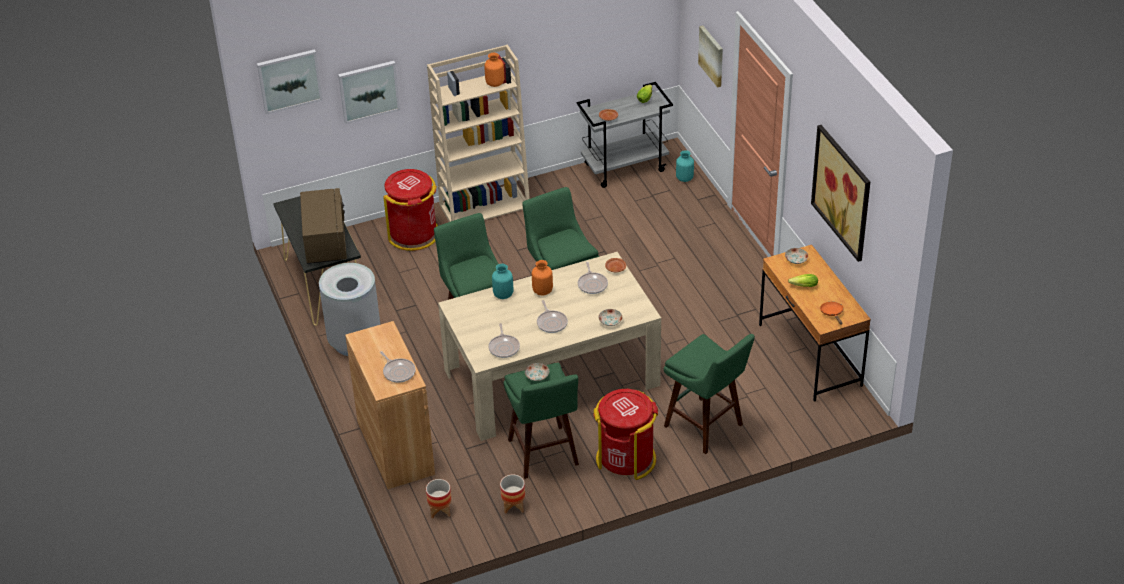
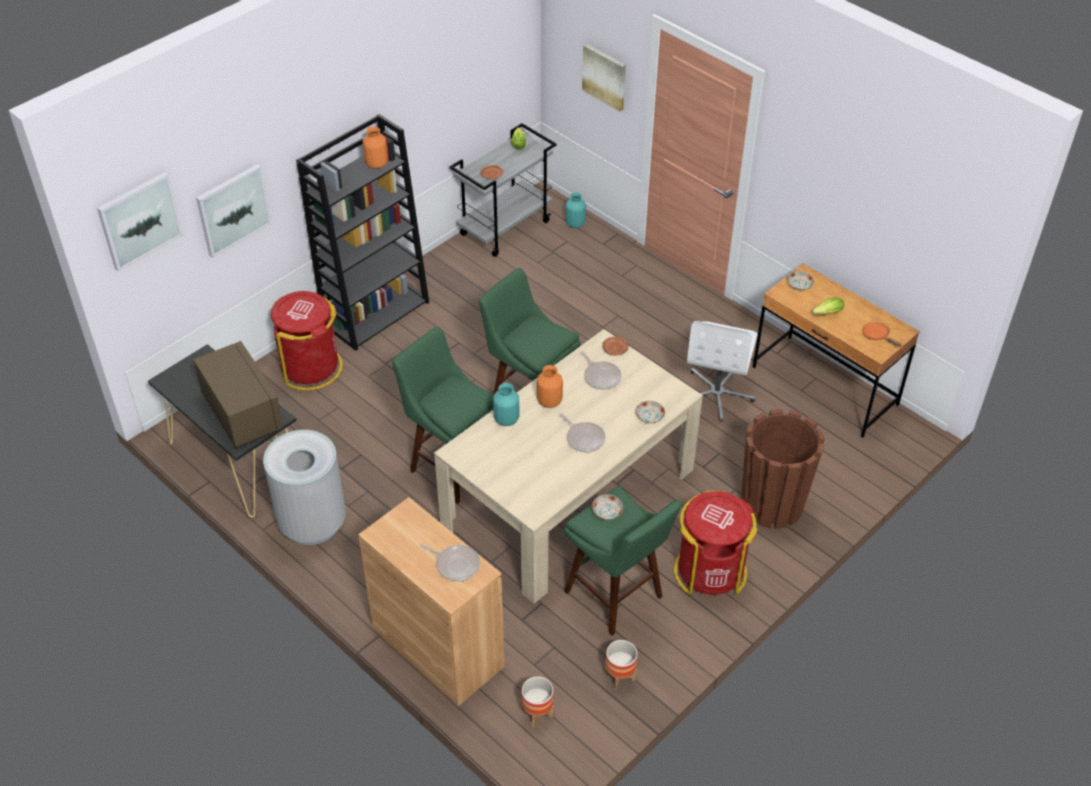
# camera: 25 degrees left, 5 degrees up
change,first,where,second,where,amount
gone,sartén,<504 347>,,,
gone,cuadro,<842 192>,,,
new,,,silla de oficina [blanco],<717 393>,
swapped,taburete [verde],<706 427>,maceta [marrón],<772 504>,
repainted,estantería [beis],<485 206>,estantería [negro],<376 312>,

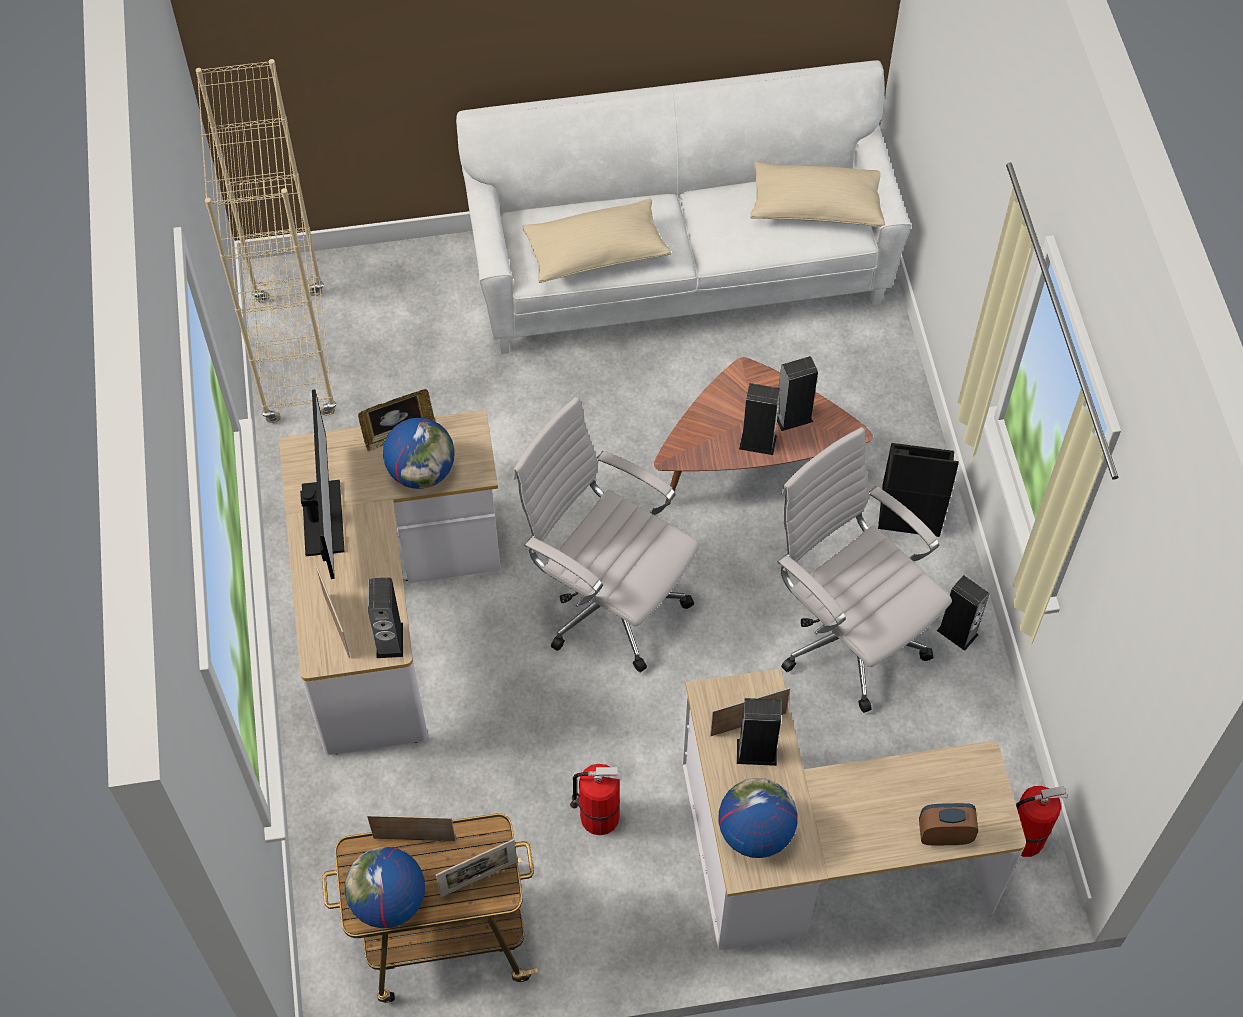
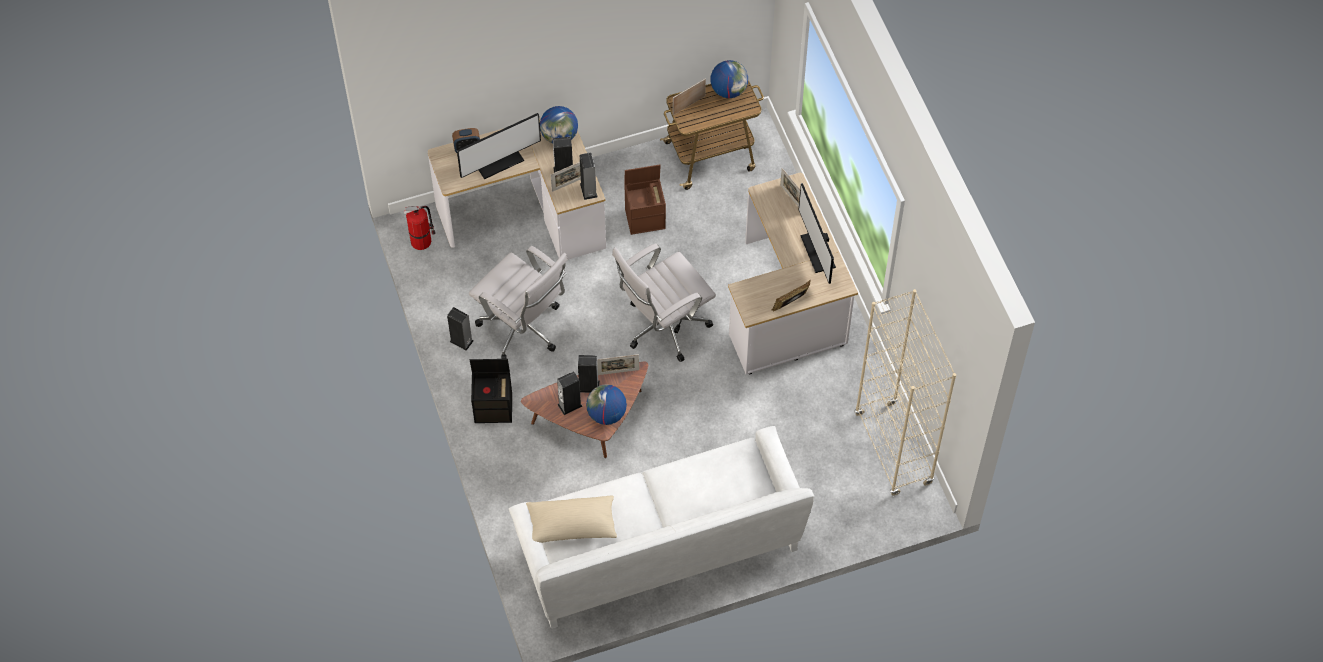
# camera: 170 degrees right, 0 degrees up
change,first,where,second,where,amount
gone,cojín [beis],<596 252>,,,
new,,,monitor,<499 162>,
shifted,portarretratos,<414 839>,,<618 372>,
shifted,altavoz,<389 640>,,<588 190>,
shifted,globo terráqueo,<422 471>,,<606 414>,
swapped,extintor,<597 817>,caja de almacenaje [marrón],<646 218>,
rotated,silla de oficina [blanco],<608 602>,,<663 328>,120 degrees clockwise

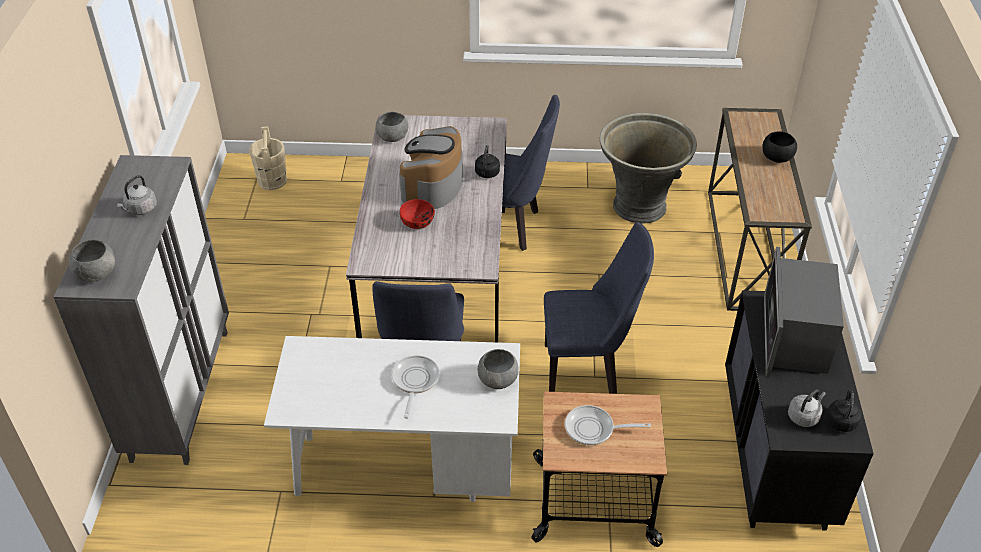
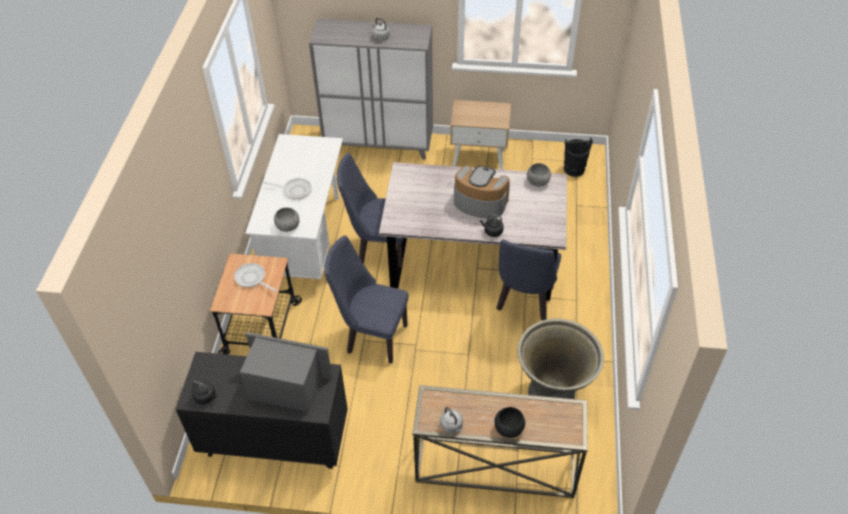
# camera: 95 degrees right, 5 degrees up
change,first,where,second,where,amount
gone,cuenco [gris],<96 273>,,,
gone,cuenco [rojo],<417 222>,,,
new,,,mesita de noche [beis],<479 159>,
shifted,hervidor [gris],<804 416>,,<452 426>,
repainted,cubo [beis],<272 180>,cubo [negro],<574 169>,
rotated,silla [azul],<588 368>,,<371 337>,105 degrees clockwise
rotated,sartén,<594 429>,,<252 279>,60 degrees counterclockwise

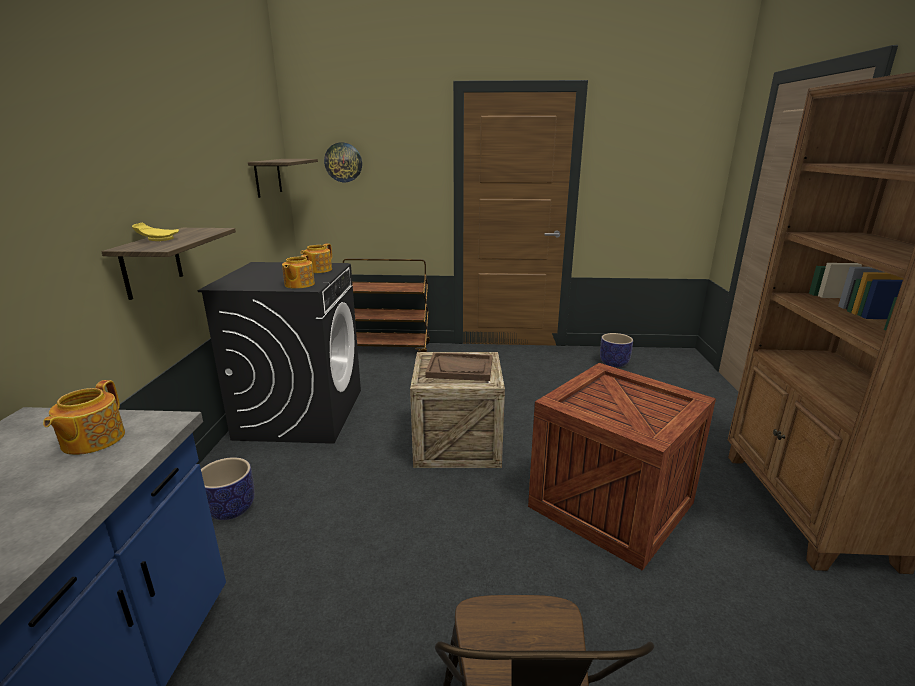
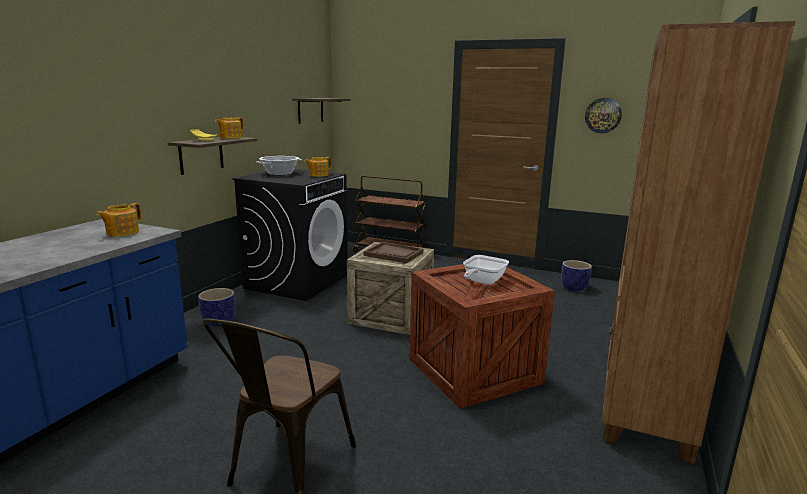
# camera: 20 degrees right, 5 degrees down
change,first,where,second,where,amount
new,,,olla,<280 173>,
new,,,sartén,<482 282>,
shifted,tetera,<299 284>,,<230 137>,
shifted,reloj de pared,<343 162>,,<603 115>,

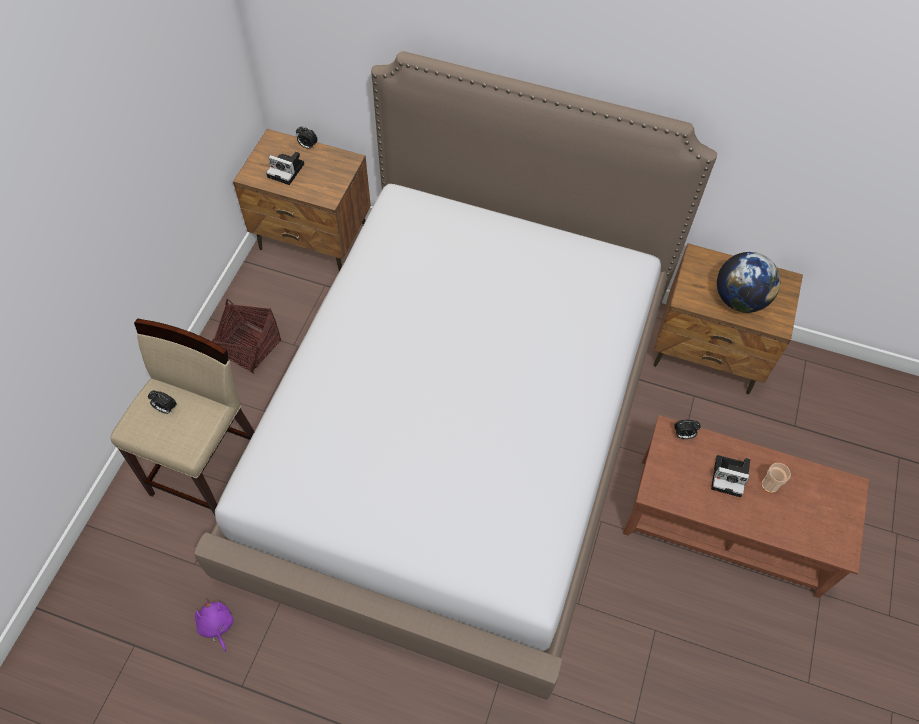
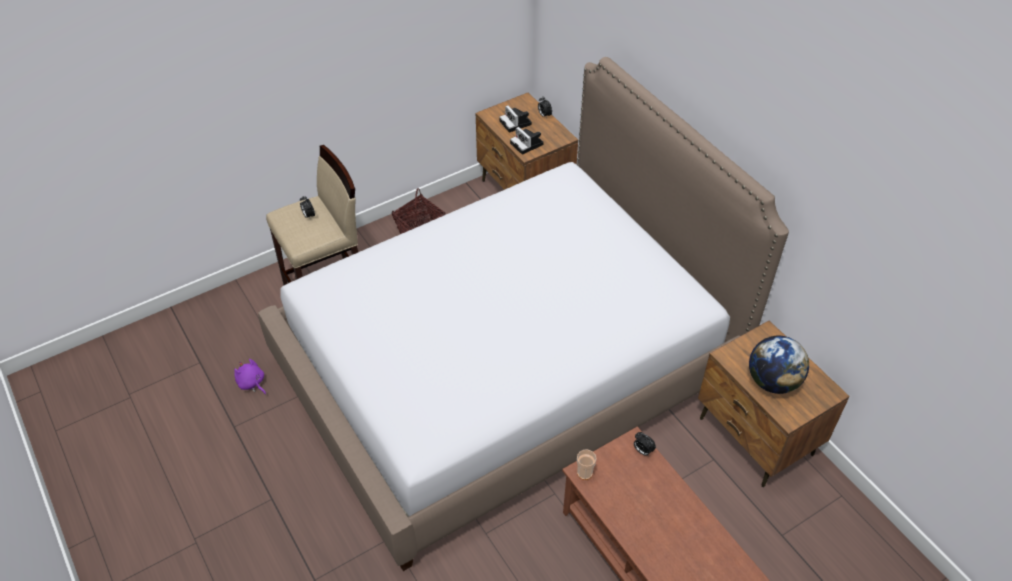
# camera: 40 degrees right, 10 degrees down
change,first,where,second,where,amount
shifted,cámara,<730 476>,,<527 144>,
shifted,taza,<769 485>,,<584 473>,
rotated,peluche [morado],<217 626>,,<252 383>,60 degrees counterclockwise

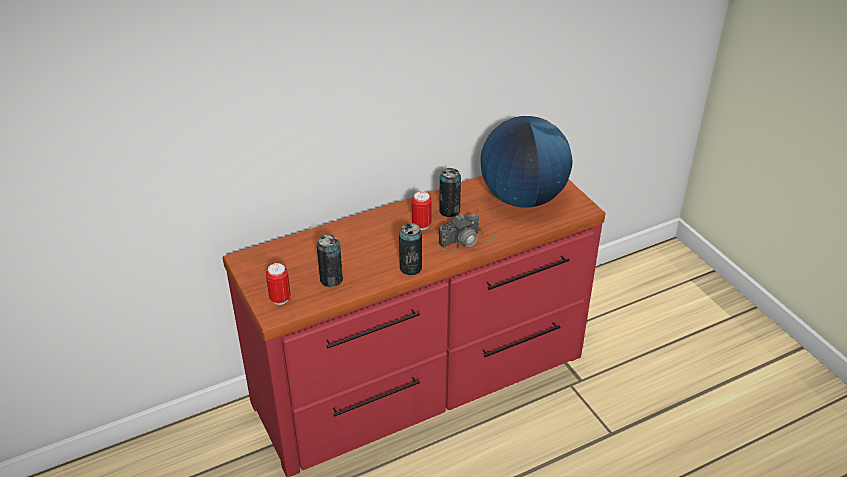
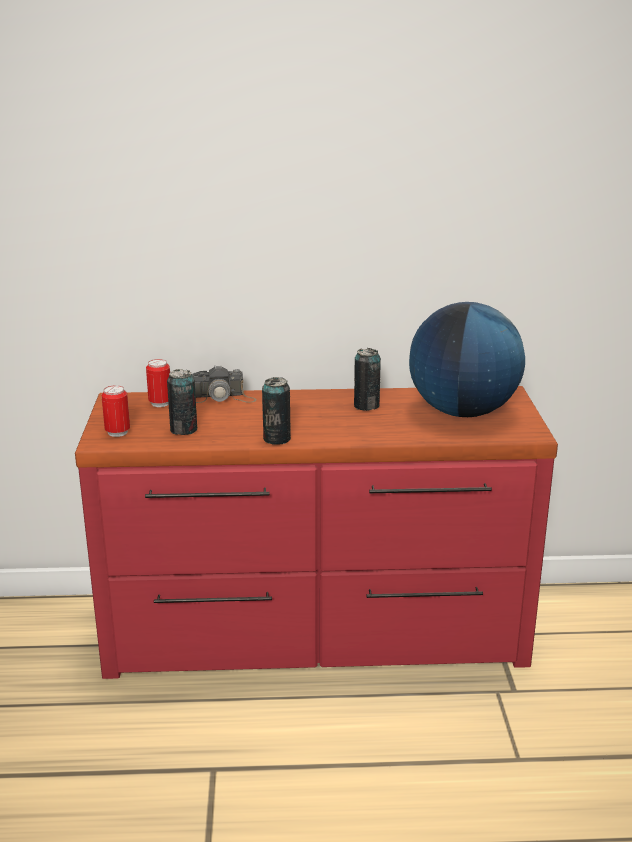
# camera: 25 degrees right, 15 degrees down
change,first,where,second,where,amount
shifted,lata,<421 225>,,<160 403>,
shifted,cámara,<466 240>,,<223 398>,

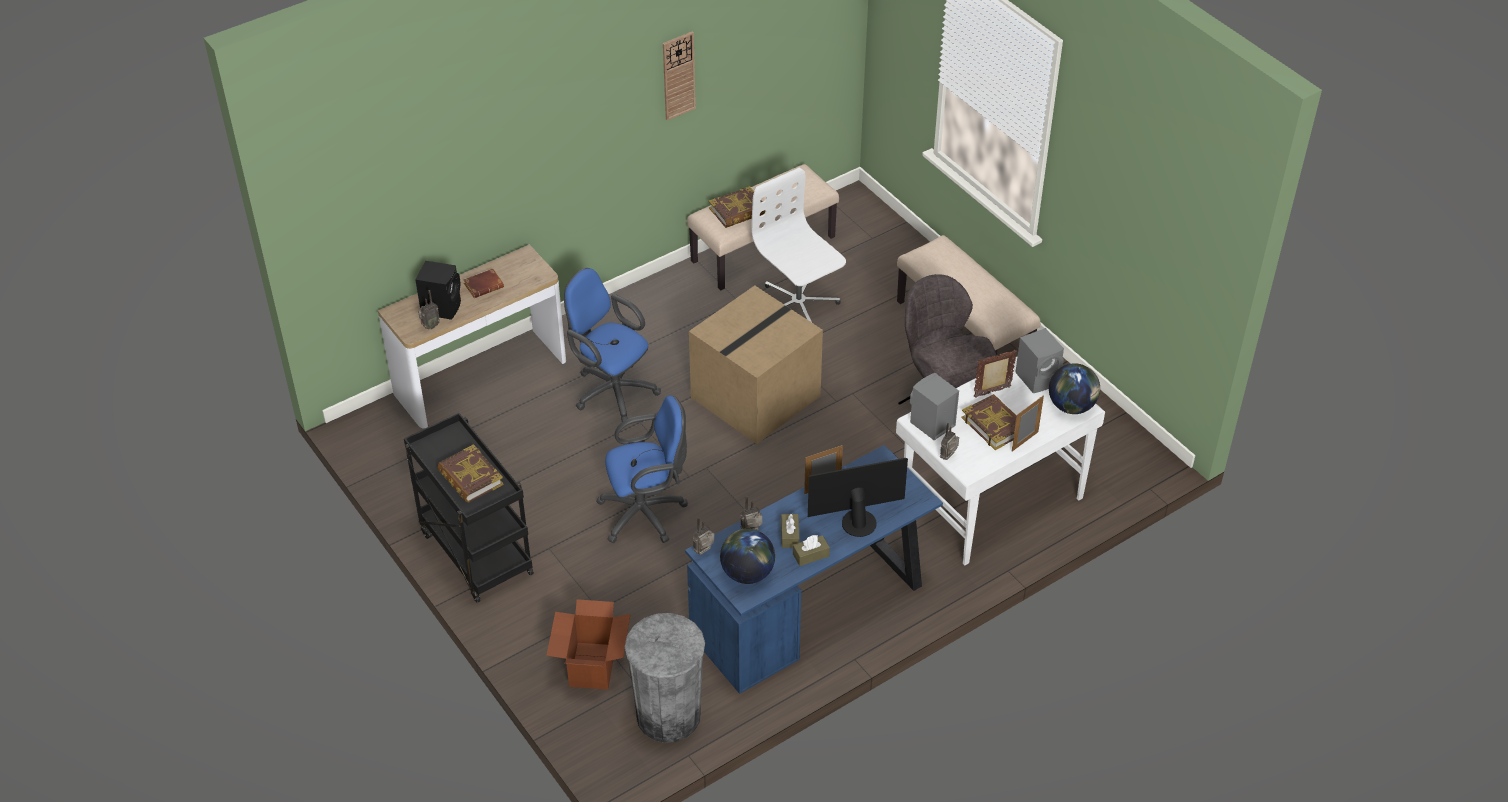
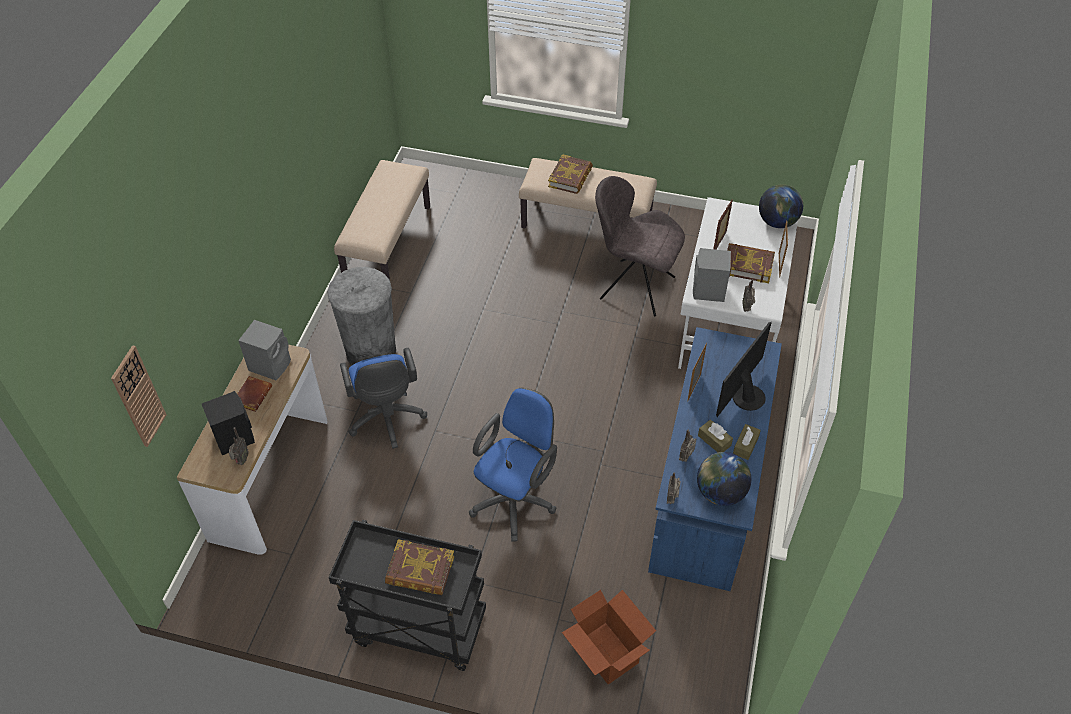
# camera: 40 degrees left, 5 degrees up
change,first,where,second,where,amount
gone,caja de cartón,<755 395>,,,
gone,silla de oficina [blanco],<798 303>,,,
shifted,papelera [gris],<668 715>,,<371 351>,
shifted,reloj de pared,<678 75>,,<138 397>,
shifted,libro,<738 211>,,<570 177>,
shifted,altavoz [gris],<1038 378>,,<271 364>,
rotated,silla de oficina [azul],<611 390>,,<387 420>,105 degrees counterclockwise

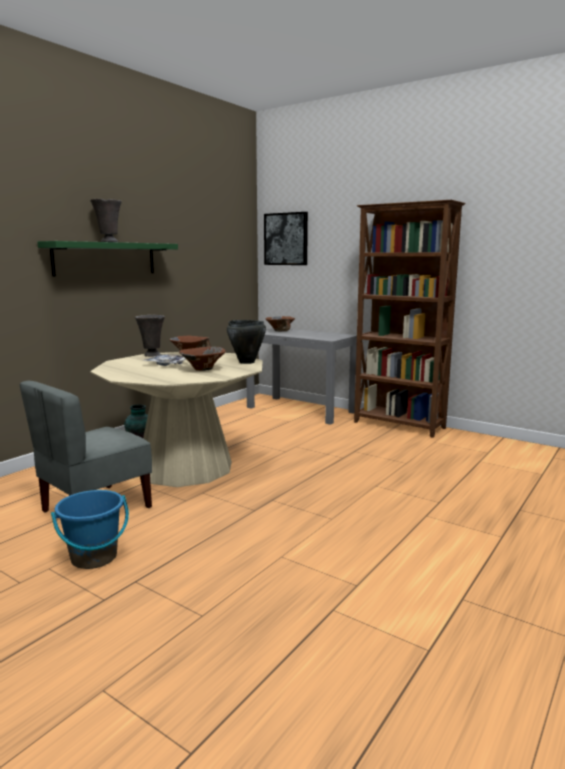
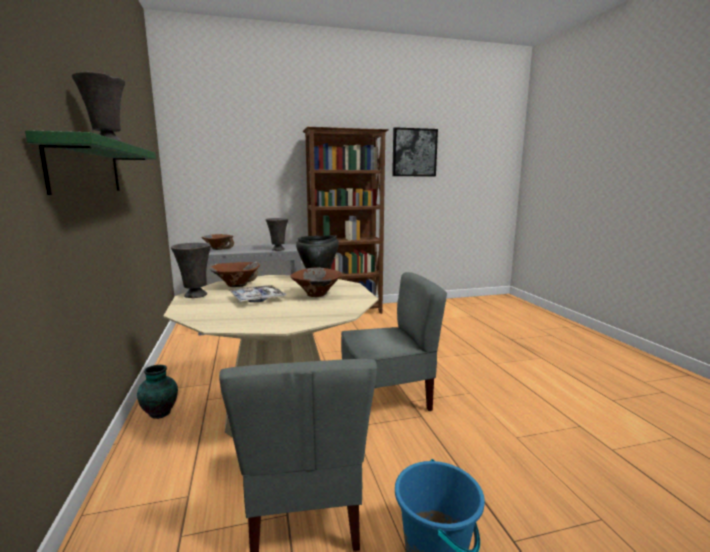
# camera: 50 degrees left, 0 degrees up
change,first,where,second,where,amount
new,,,florero [gris],<278 250>,
new,,,silla [gris],<387 399>,
shifted,cuadro,<286 239>,,<414 152>,

